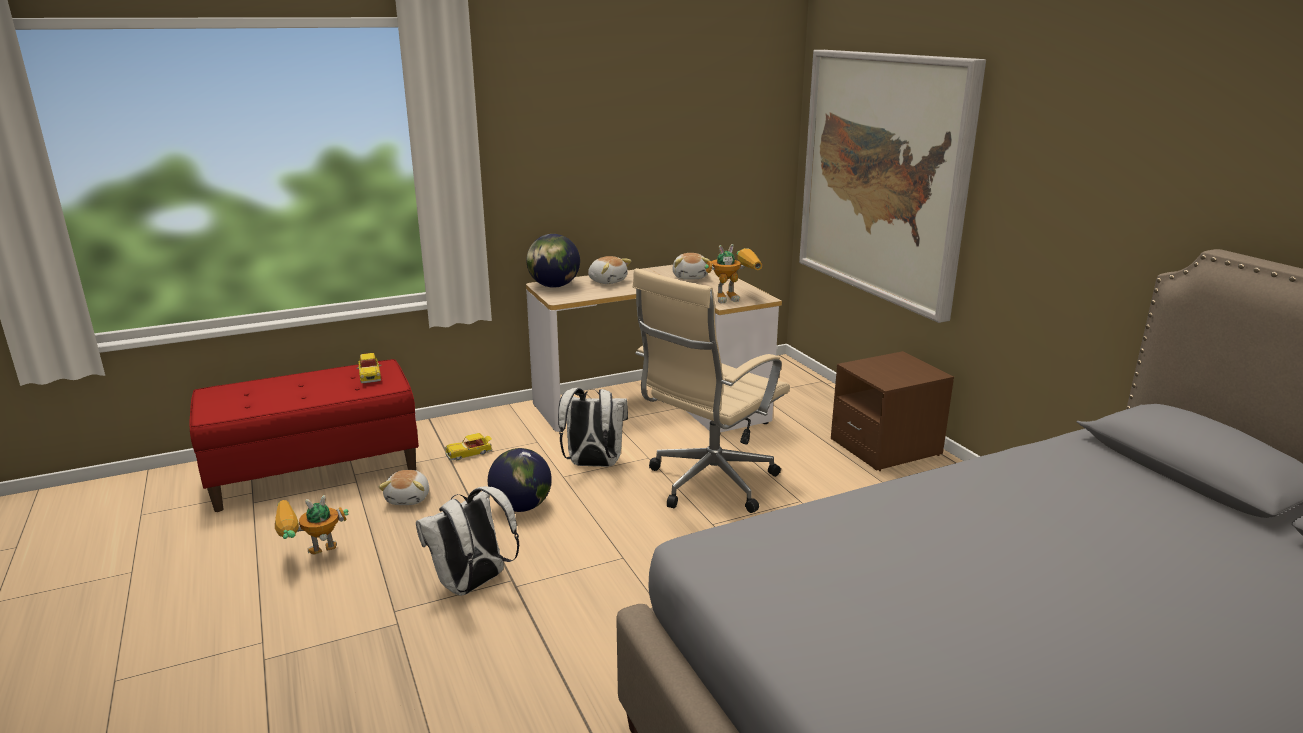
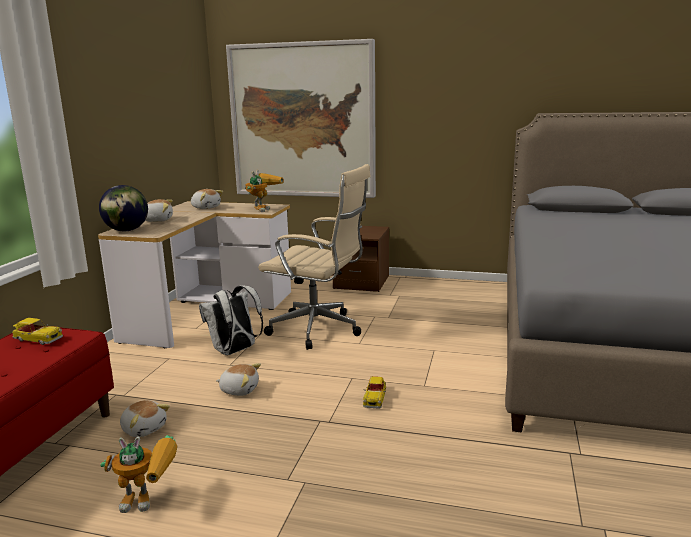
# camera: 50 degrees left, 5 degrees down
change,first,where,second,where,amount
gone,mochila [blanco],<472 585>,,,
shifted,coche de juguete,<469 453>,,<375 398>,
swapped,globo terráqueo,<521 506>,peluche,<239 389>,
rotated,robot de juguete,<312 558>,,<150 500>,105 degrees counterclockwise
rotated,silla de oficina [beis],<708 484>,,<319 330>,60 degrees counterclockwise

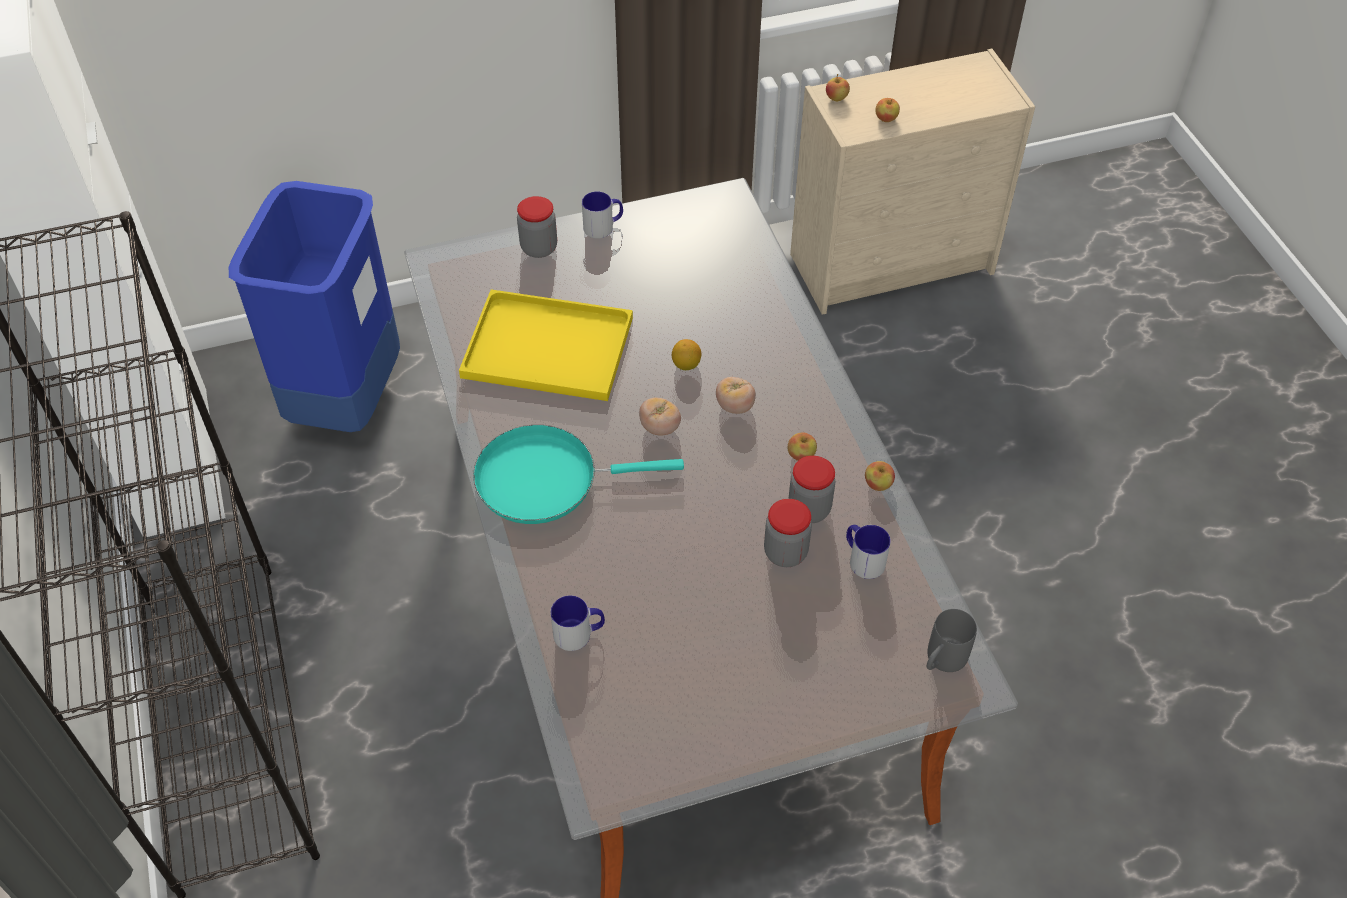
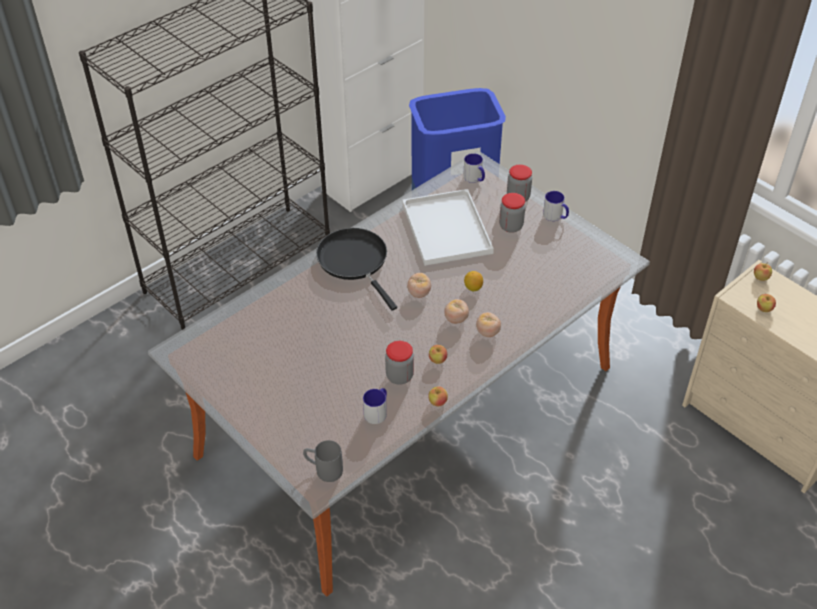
# camera: 65 degrees right, 5 degrees down
change,first,where,second,where,amount
new,,,tomate,<487 332>,
shifted,taza grande,<579 633>,,<475 178>,
shifted,tarro,<785 552>,,<511 226>,
repainted,bandeja [amarillo],<551 346>,bandeja [blanco],<448 229>,
repainted,sartén [turquesa],<546 479>,sartén [negro],<355 261>,

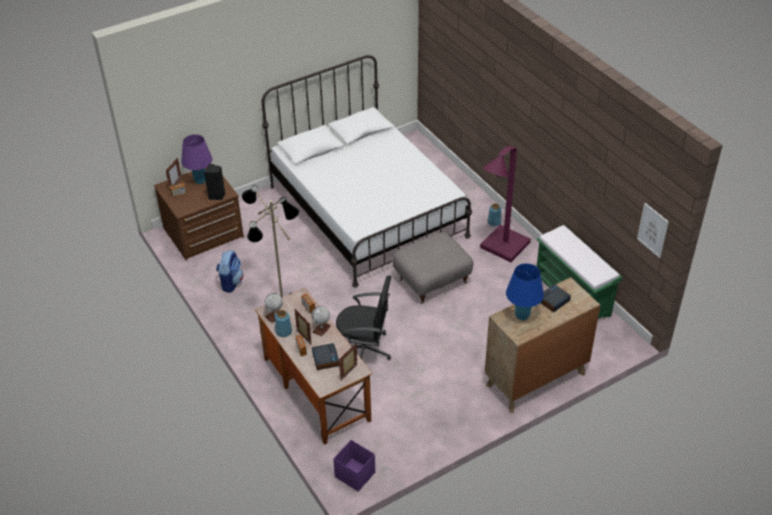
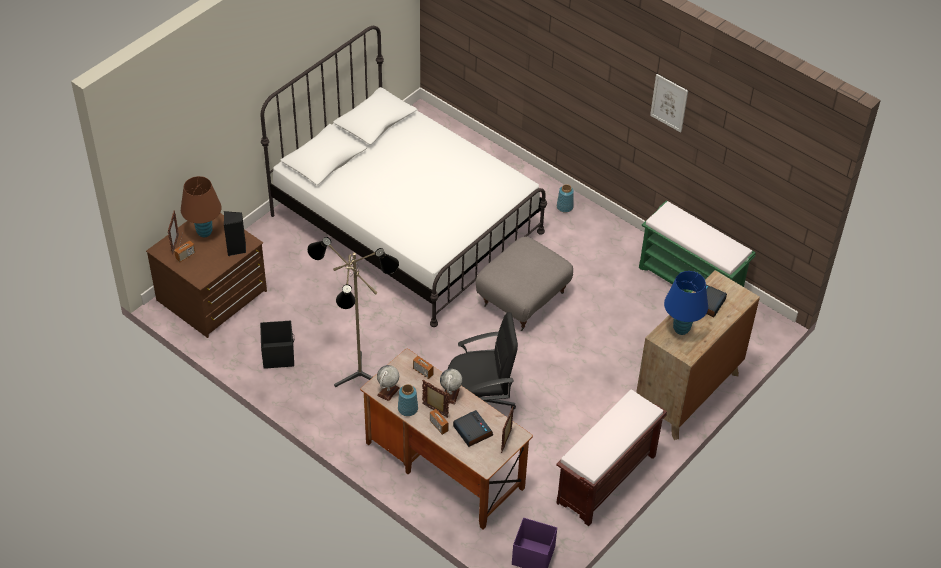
# camera: 20 degrees left, 5 degrees up
change,first,where,second,where,amount
gone,lámpara de pie [morado],<501 249>,,,
new,,,banco [marrón],<606 480>,
shifted,cuadro,<652 230>,,<669 103>,
swapped,mochila,<230 282>,caja de almacenaje [negro],<278 355>,
repainted,lámpara de mesa [morado],<200 181>,lámpara de mesa [marrón],<204 232>,

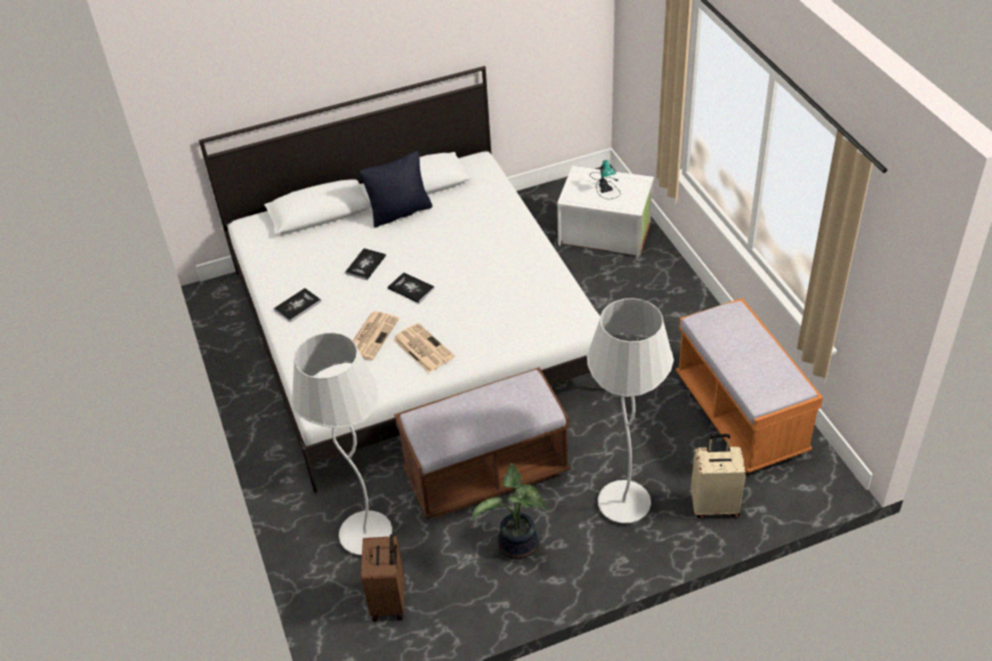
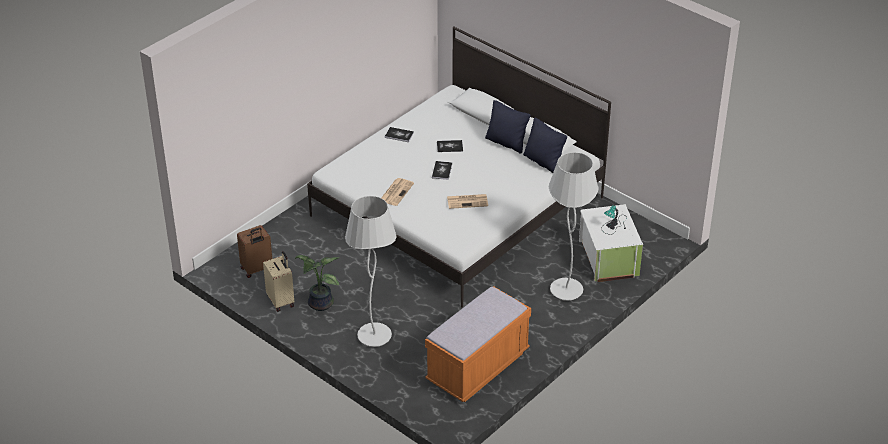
# camera: 60 degrees right, 5 degrees down
change,first,where,second,where,amount
gone,banco [marrón],<486 473>,,,
new,,,cojín [negro],<543 162>,
shifted,lámpara de pie [blanco],<365 535>,,<566 291>,
shifted,periódico,<372 335>,,<468 201>,
shifted,maleta [beis],<714 505>,,<281 301>,

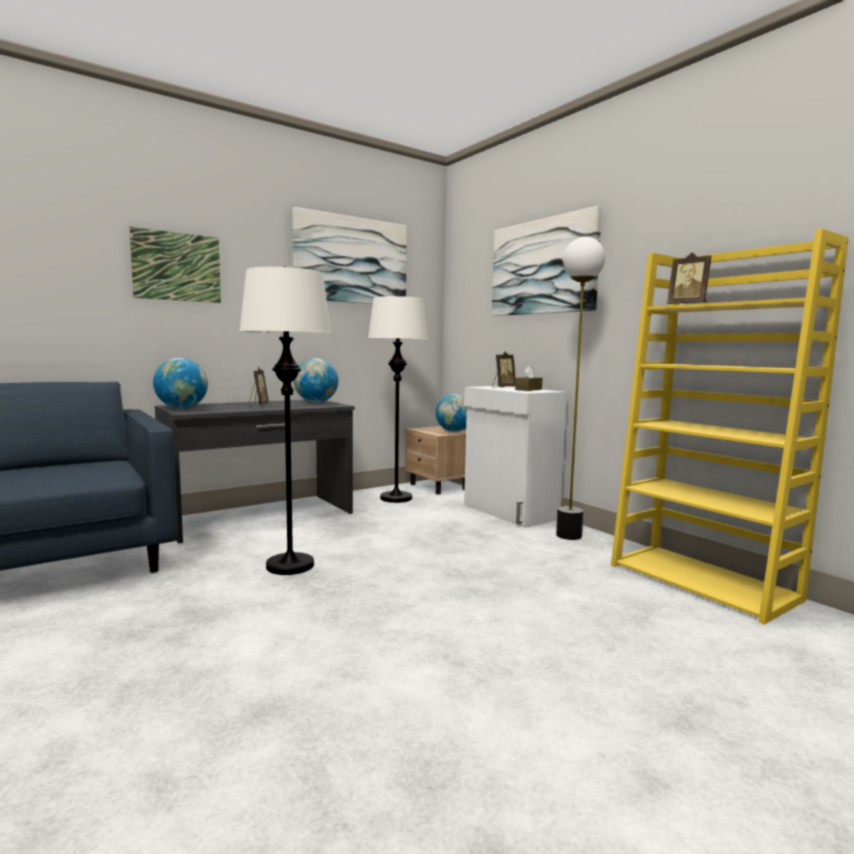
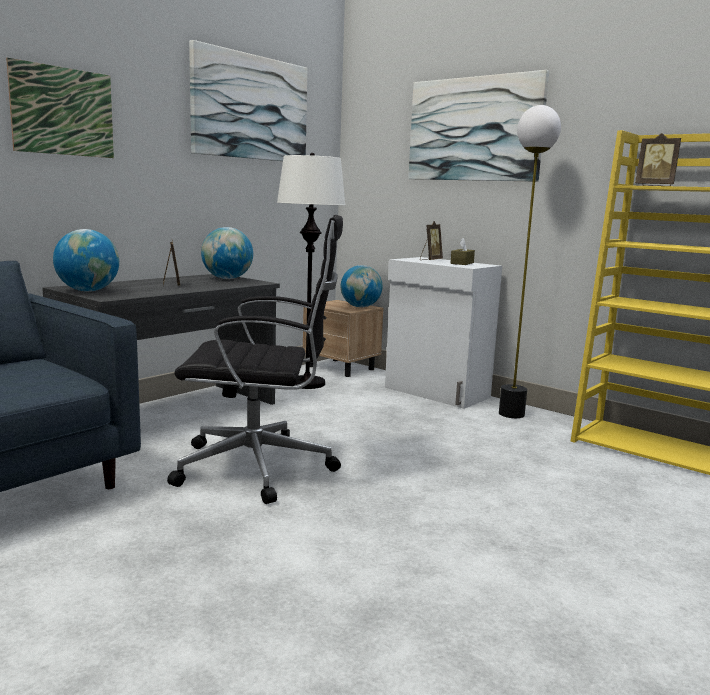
# camera: 15 degrees left, 5 degrees up
change,first,where,second,where,amount
swapped,lámpara de pie [blanco],<290 565>,silla de oficina [negro],<260 468>,

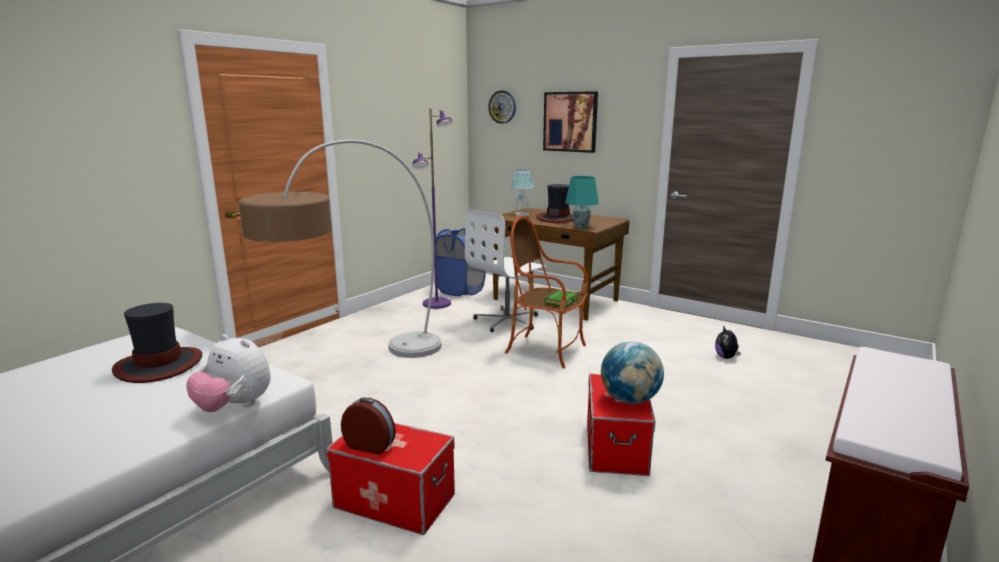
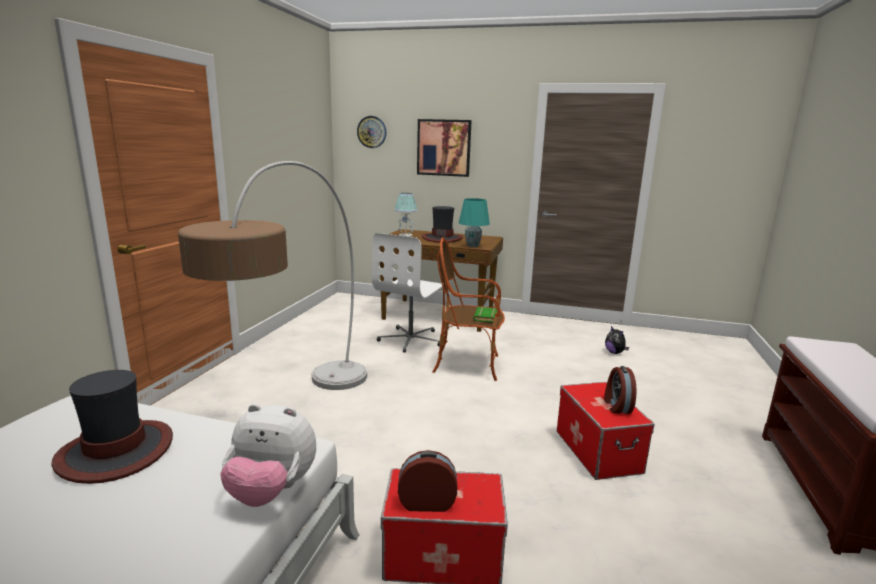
# camera: 20 degrees left, 0 degrees up
change,first,where,second,where,amount
gone,lámpara de pie [morado],<437 304>,,,
gone,cesto de la ropa [azul],<460 290>,,,
swapped,globo terráqueo,<629 400>,despertador,<616 406>,

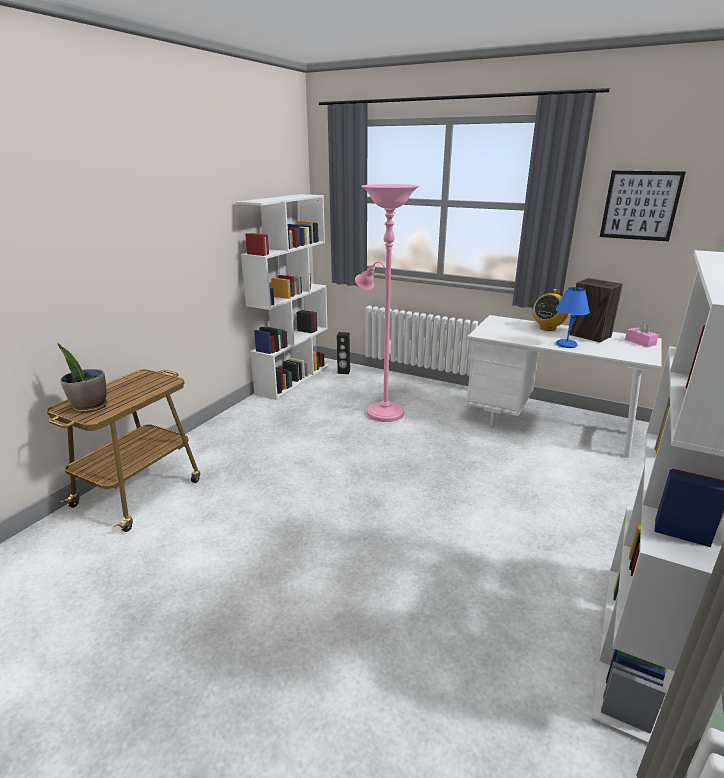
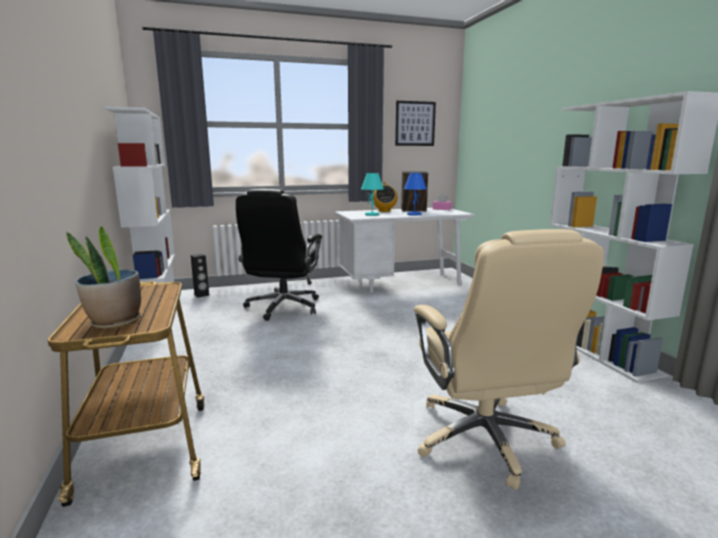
# camera: 45 degrees left, 10 degrees down
change,first,where,second,where,amount
new,,,lámpara de mesa [turquesa],<372 214>,
new,,,silla de oficina [beis],<485 440>,
swapped,lámpara de pie [rosa],<382 411>,silla de oficina [negro],<283 307>,

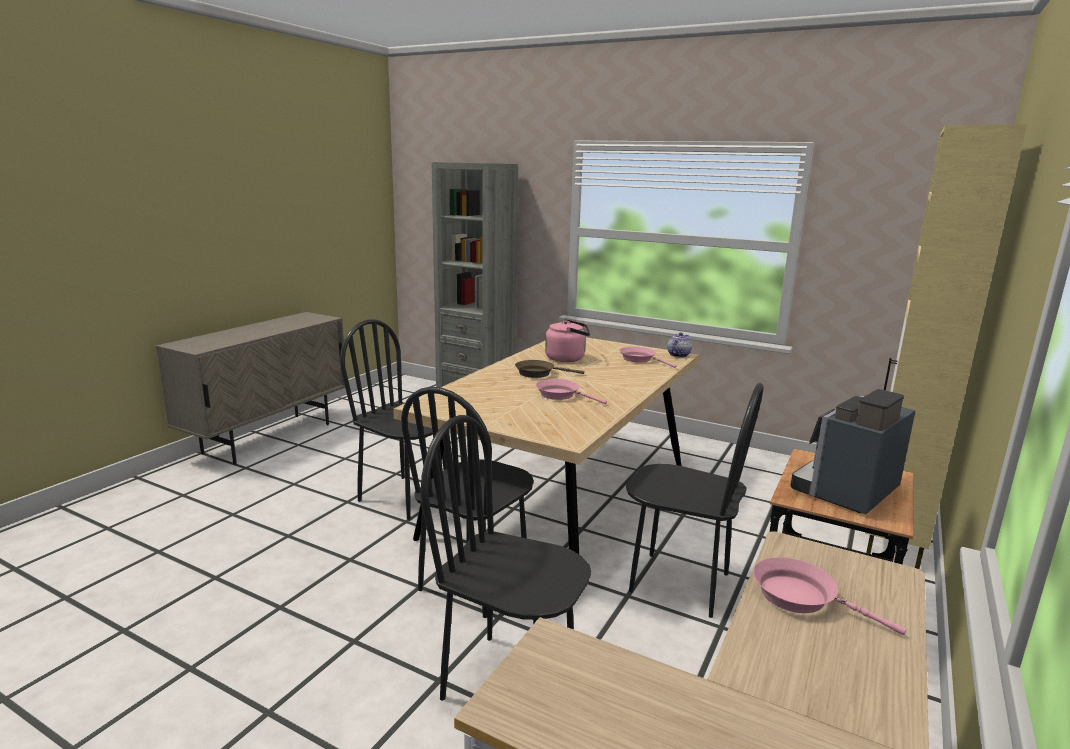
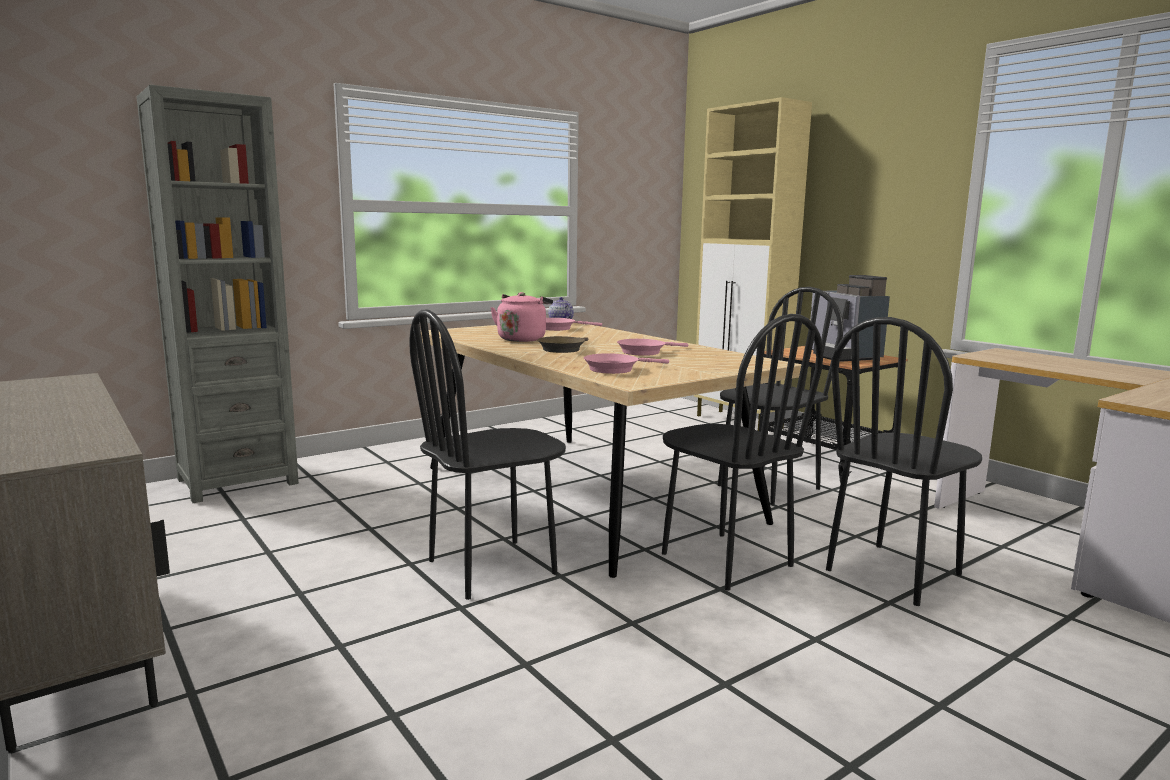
# camera: 65 degrees left, 5 degrees down
change,first,where,second,where,amount
shifted,sartén [rosa],<801 597>,,<615 369>,

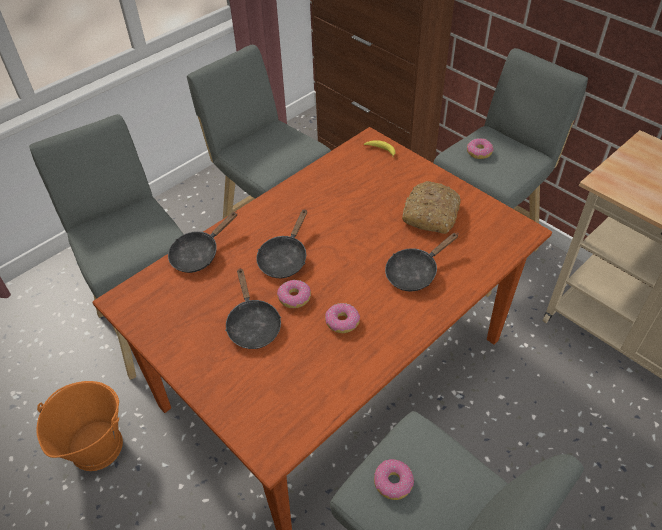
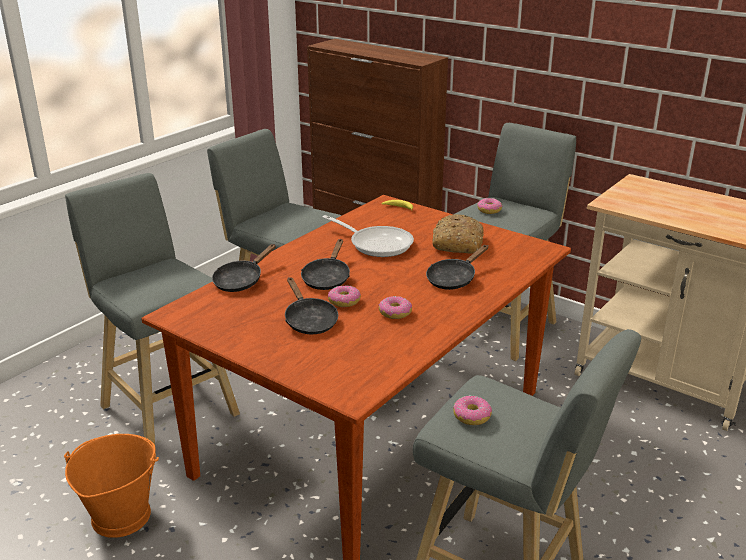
# camera: 10 degrees left, 20 degrees down
change,first,where,second,where,amount
new,,,sartén,<377 244>,

